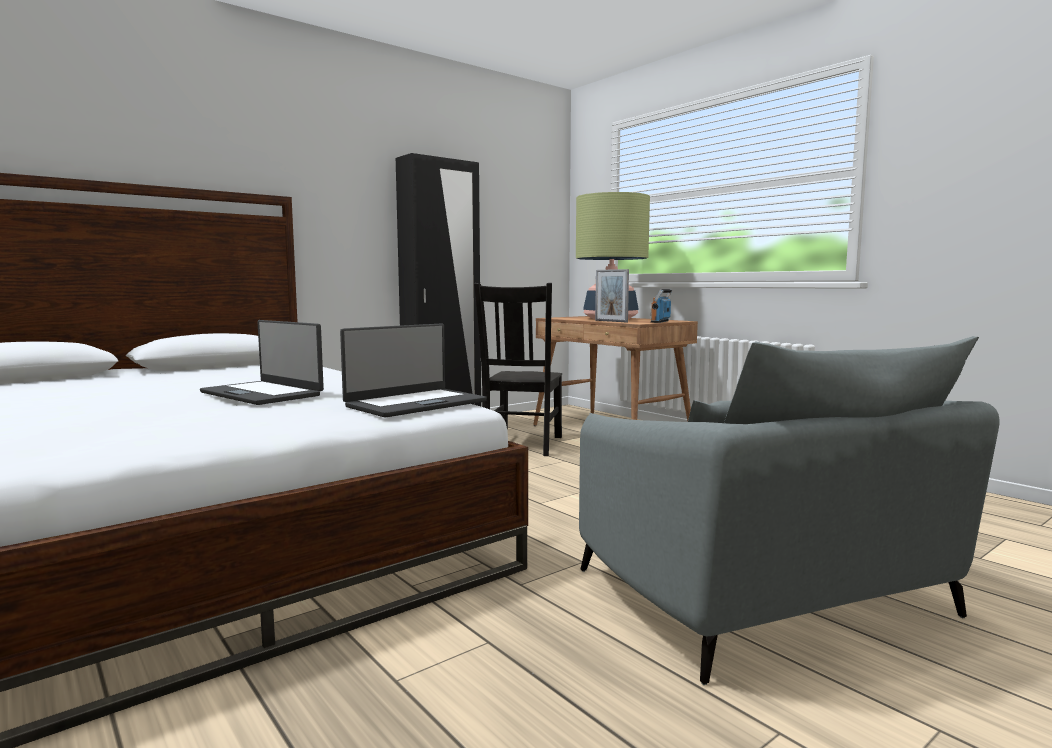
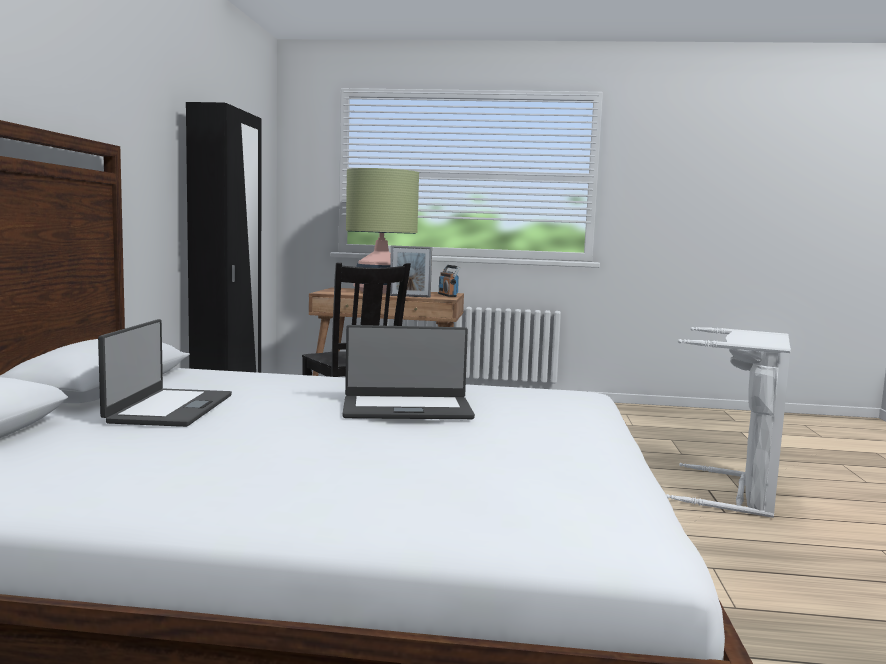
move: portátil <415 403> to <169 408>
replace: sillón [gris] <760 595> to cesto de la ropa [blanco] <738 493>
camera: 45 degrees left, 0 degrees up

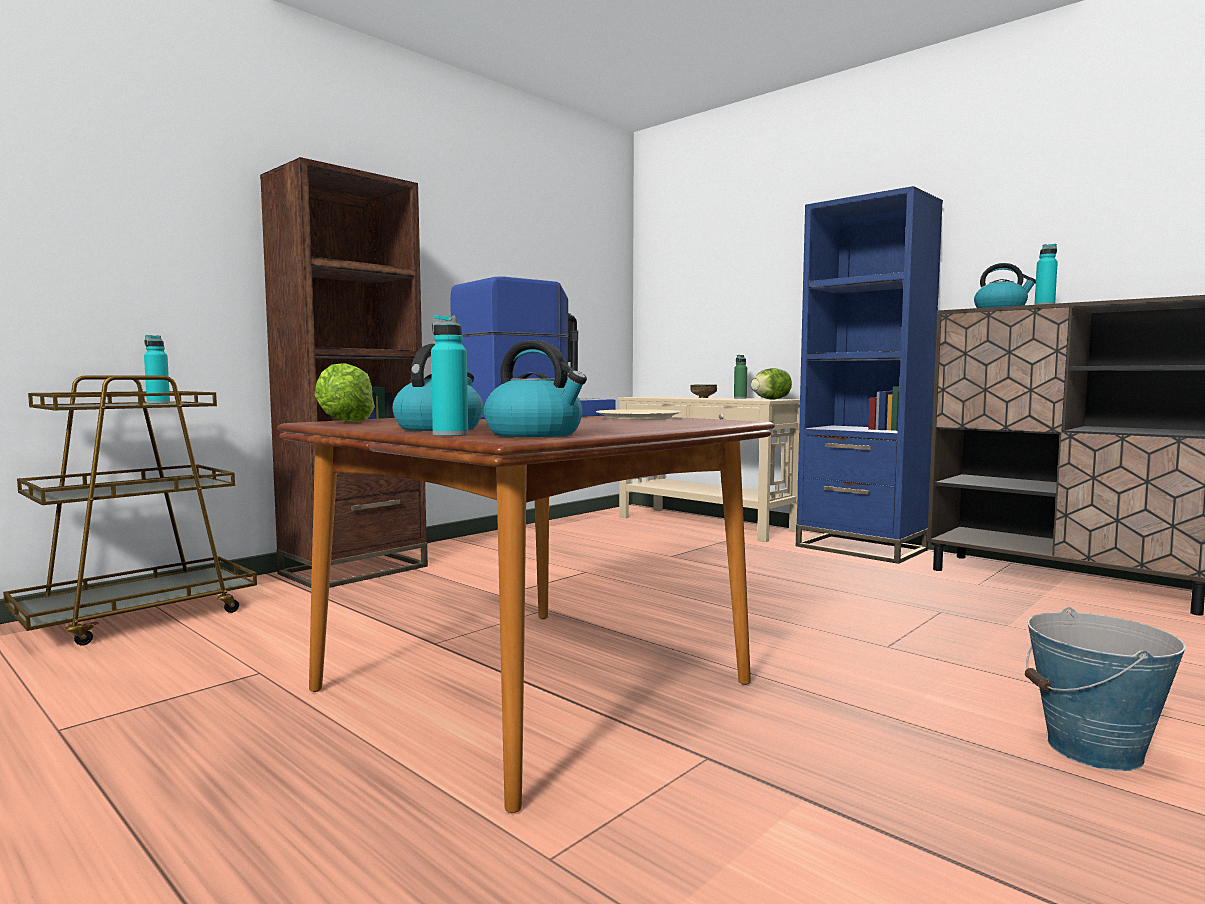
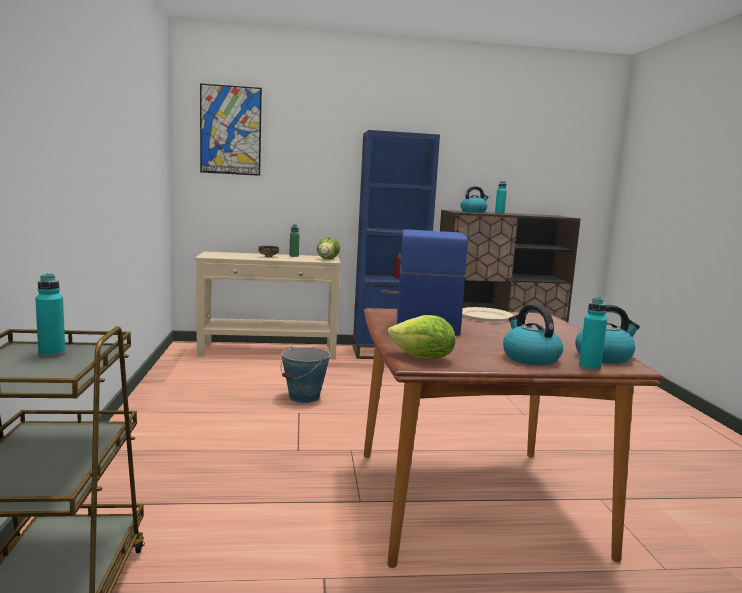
delete: estantería [marrón] <354 570>
insert: cuadro <230 130>
move: cubo <1094 750> to <304 397>
camera: 50 degrees left, 5 degrees up

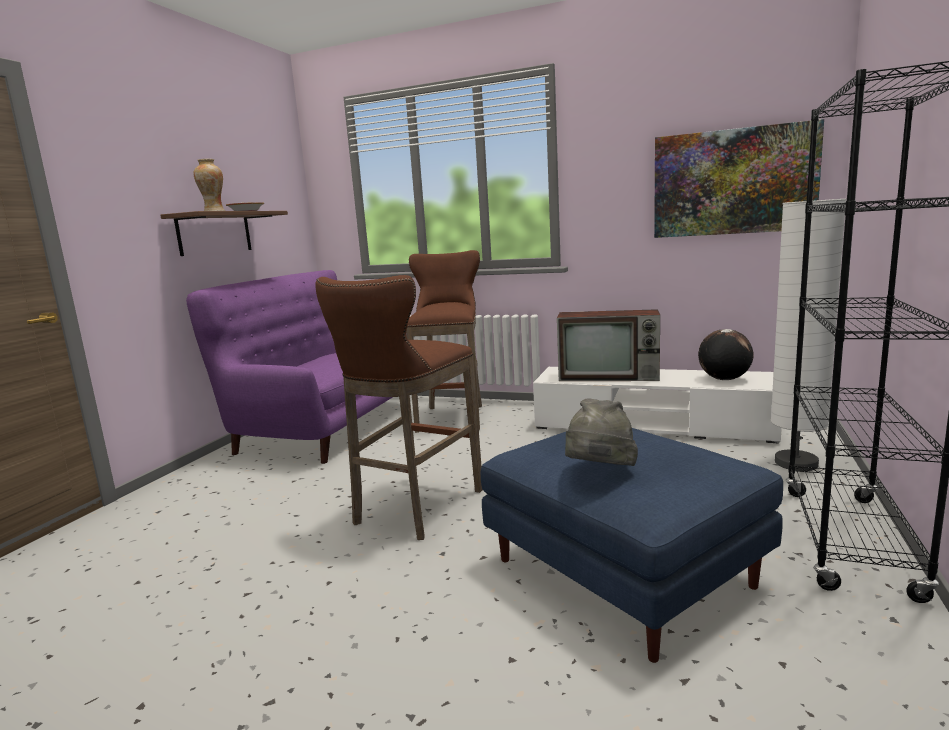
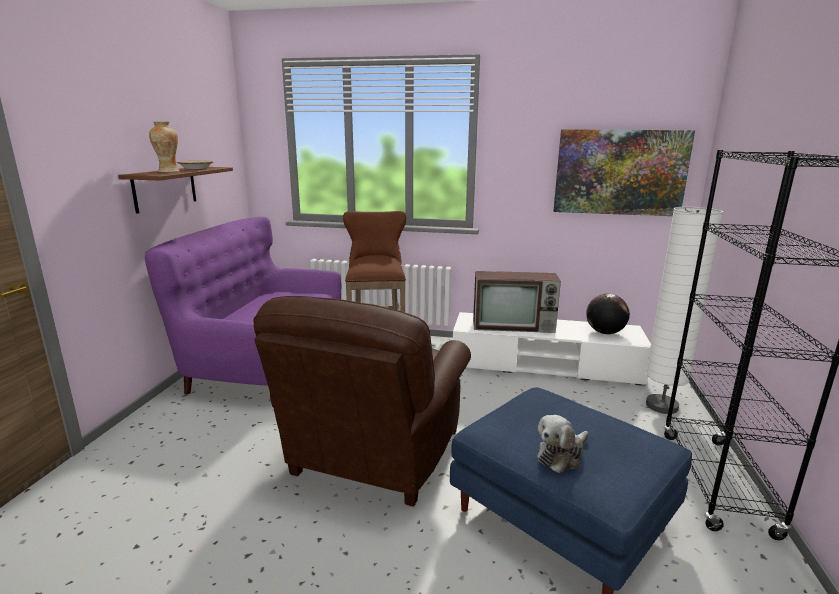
replace: taburete [marrón] <415 509> to sillón [marrón] <373 456>; sombrero [gris] <599 473> to peluche <561 455>
camera: 10 degrees left, 5 degrees up

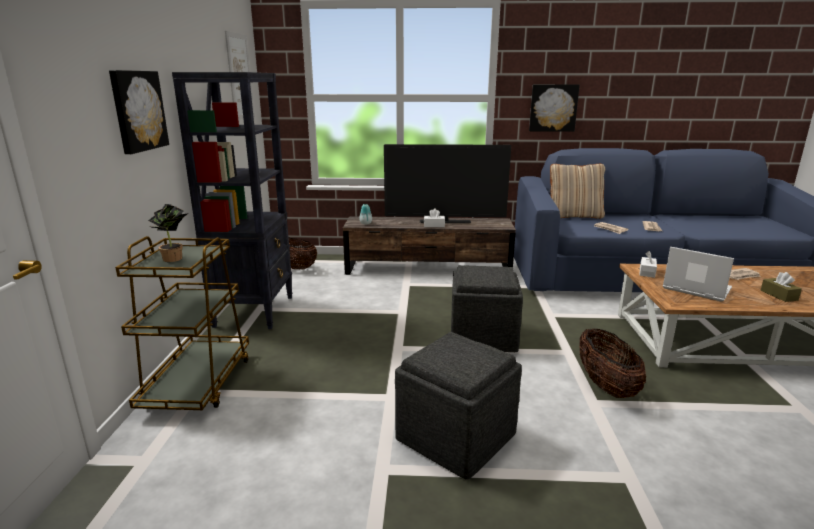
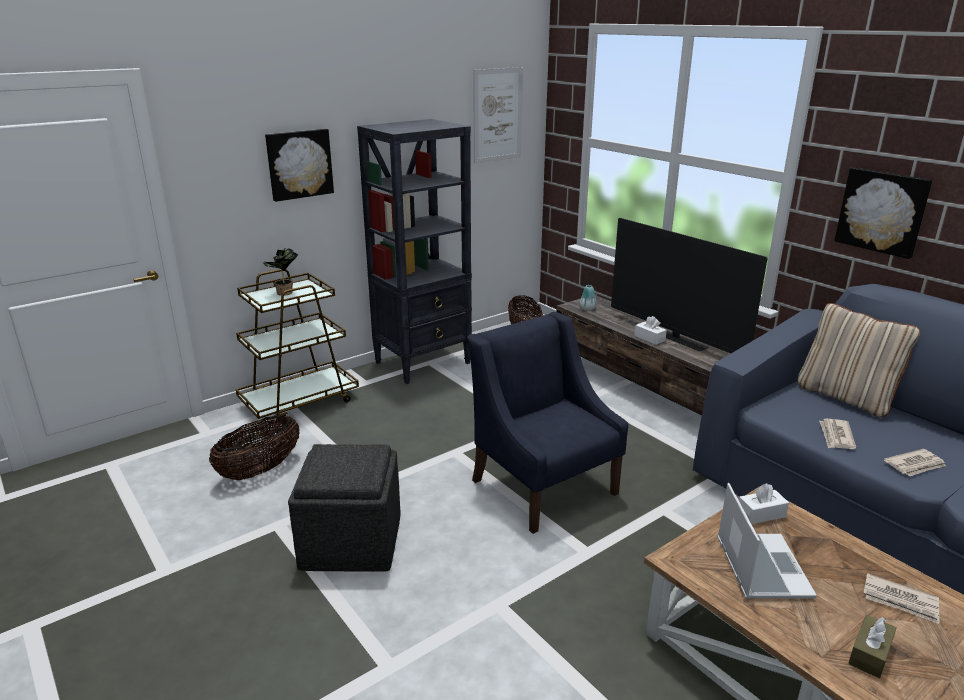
move: cesta <606 385> to <260 470>
replace: puf [gris] <482 336> to sillón [azul] <543 485>
camera: 50 degrees right, 5 degrees up

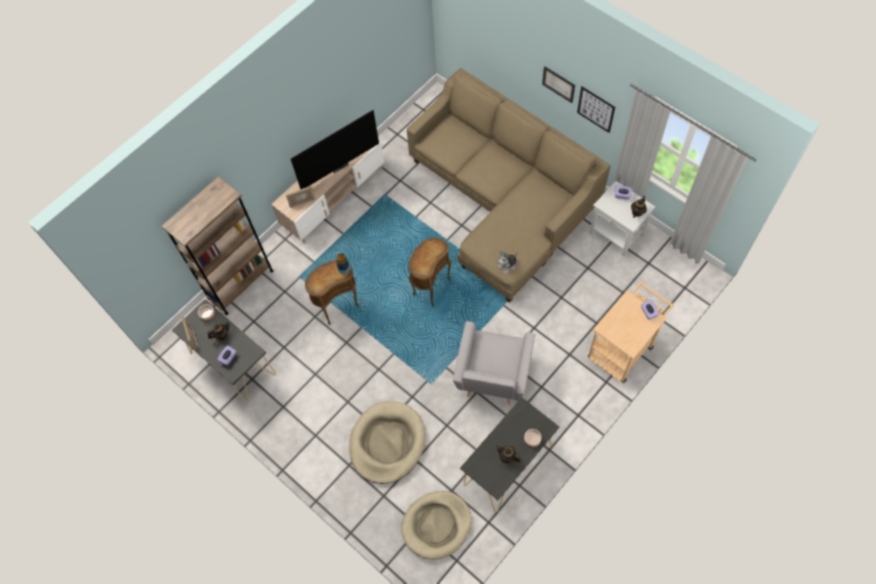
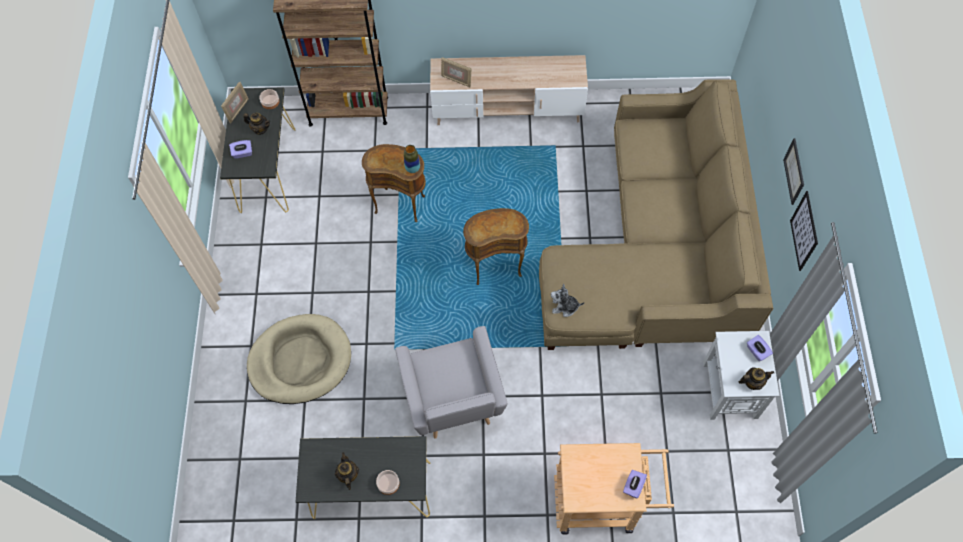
delete: televisor <338 165>; cama para perro [beis] <437 525>
rotate: sillón [gris] <493 376> = <453 399> 75 degrees counterclockwise
camera: 45 degrees right, 0 degrees up

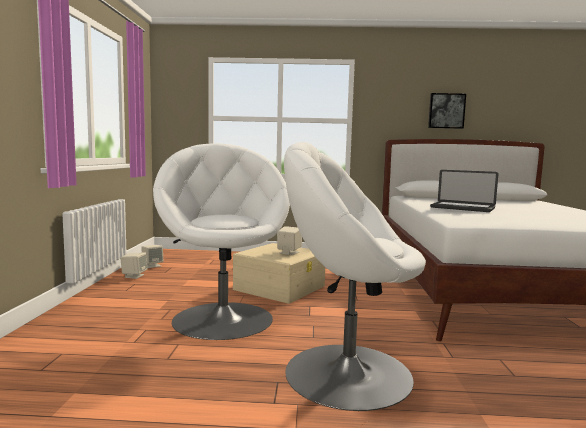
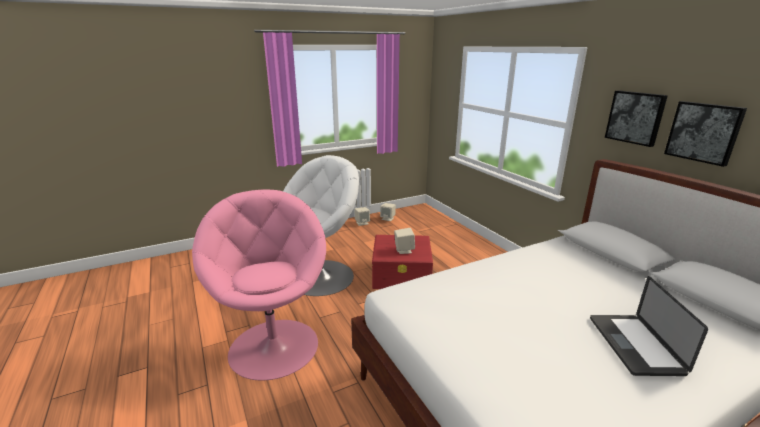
insert: cuadro <635 117>
move: portátil <462 208> to <634 345>
recolor: sillón [blanco] <346 372> to sillón [rosa] <274 346>; caja de almacenaje [beis] <280 287> to caja de almacenaje [rojo] <402 274>
camera: 60 degrees right, 15 degrees up

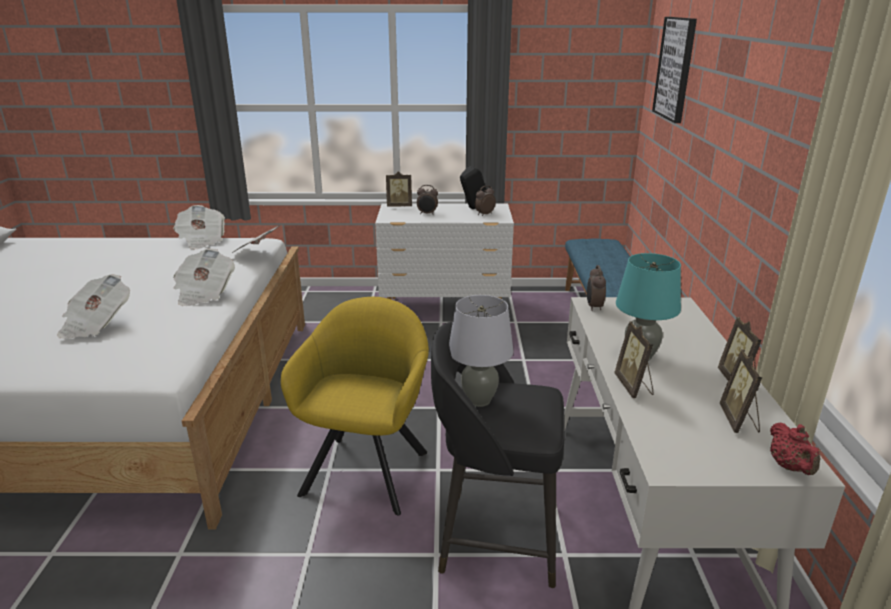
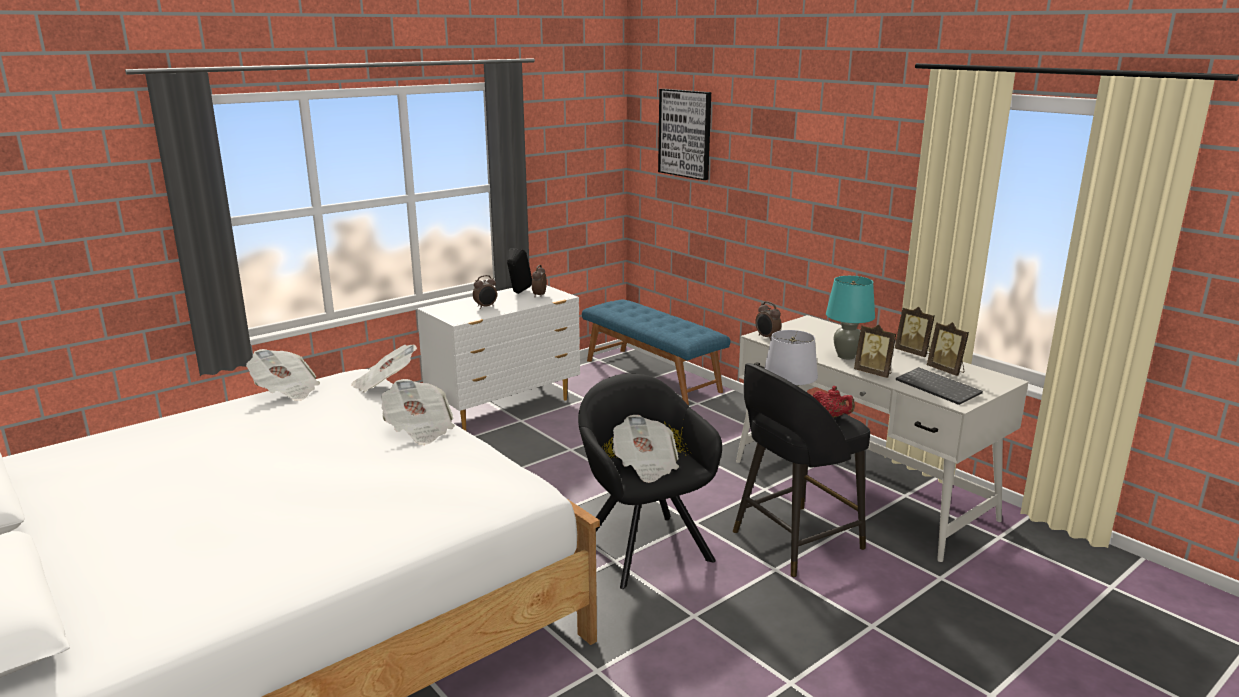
delete: portarretratos <399 206>
insert: teclado <939 388>
move: periódico <96 324> to <645 465>; tetera [rojo] <789 467> to <832 416>
recolor: sillón [amarillo] <368 467> to sillón [negro] <643 545>
camera: 40 degrees left, 5 degrees down

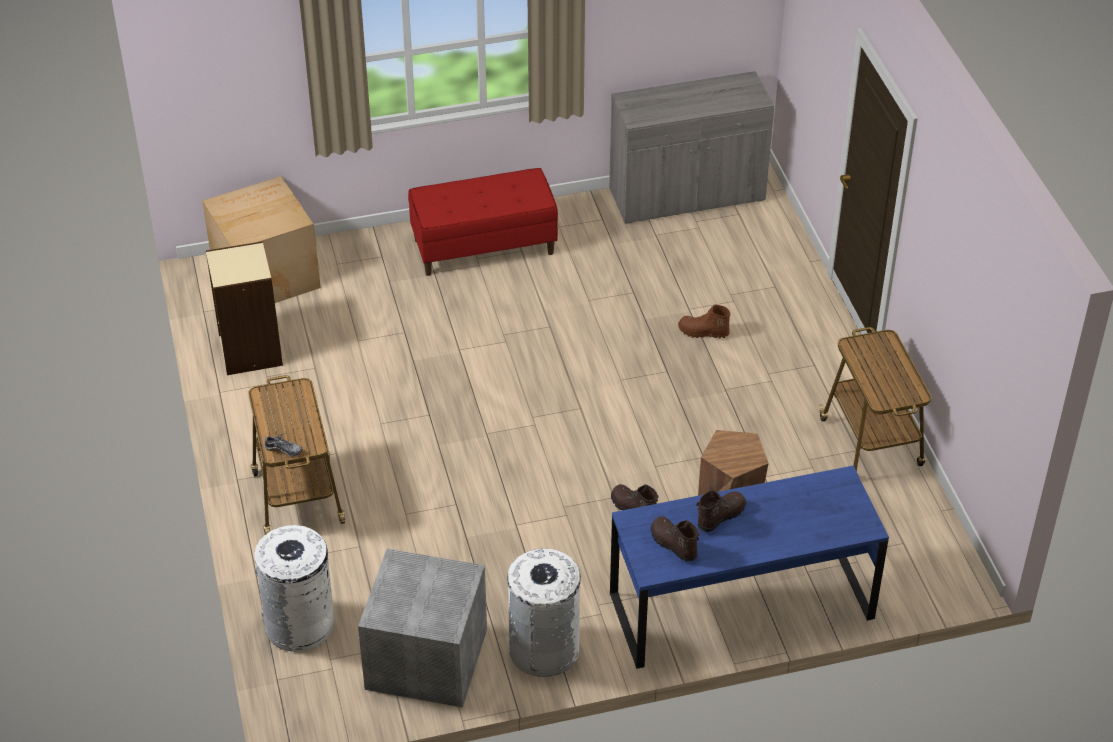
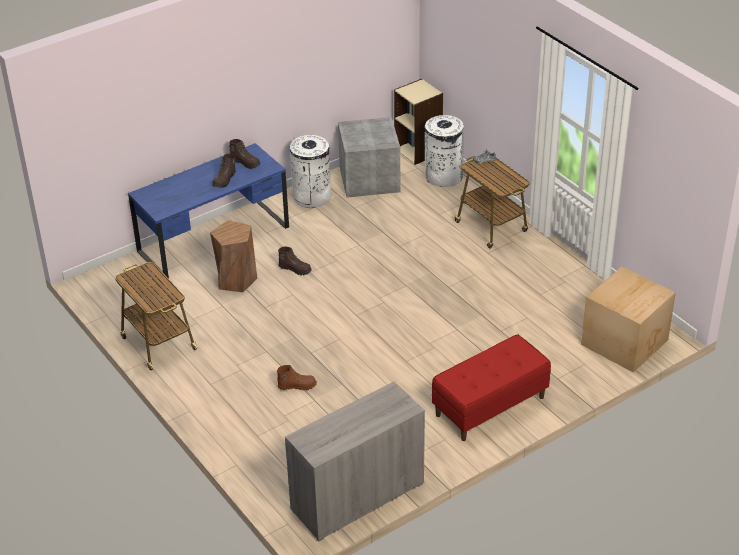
move: estantería [beis] <249 351> to <418 151>
camera: 160 degrees right, 5 degrees down

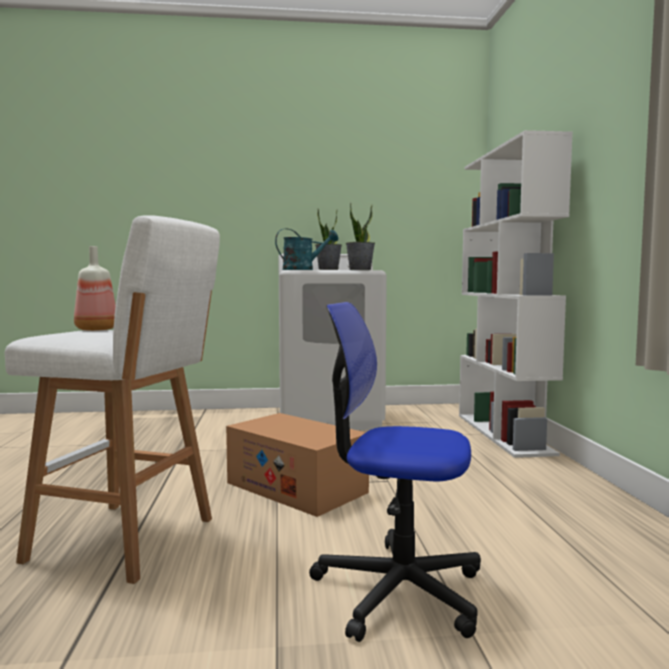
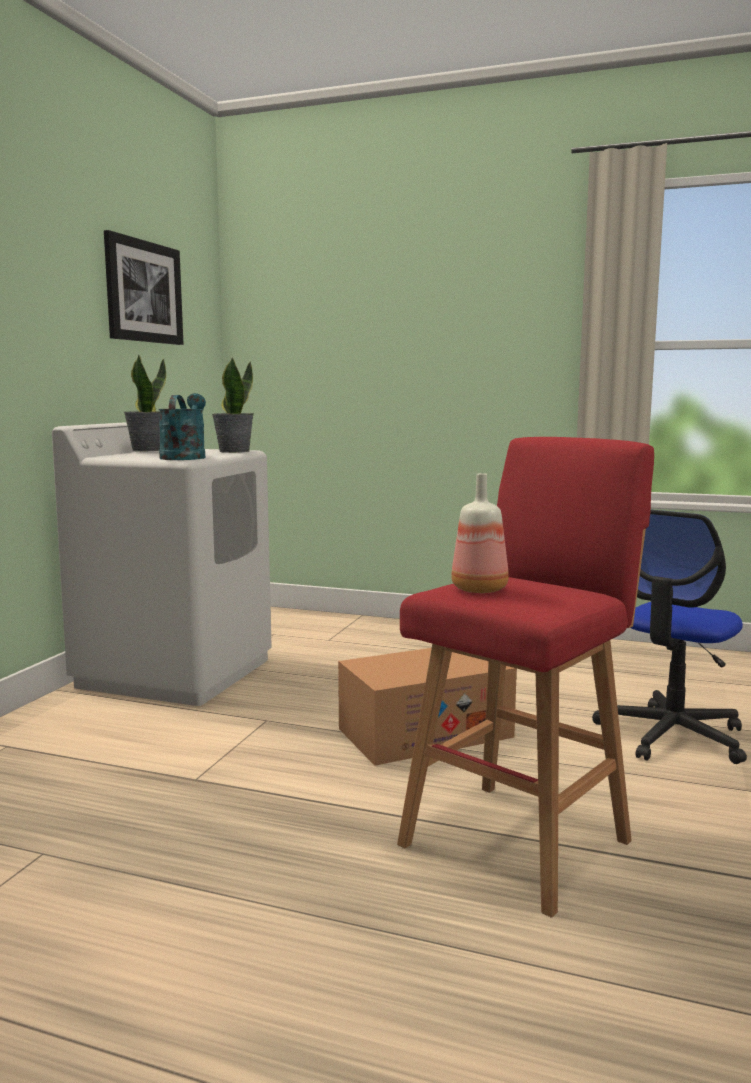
delete: estantería [blanco] <504 433>
insert: cuadro <143 292>
recolor: taburete [blanco] <128 540> to taburete [rojo] <519 839>
camera: 65 degrees left, 5 degrees up

